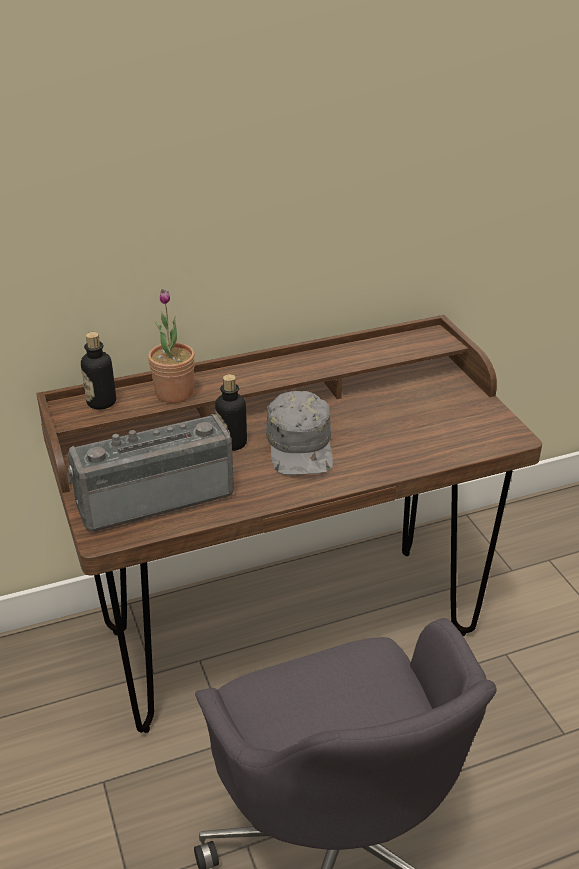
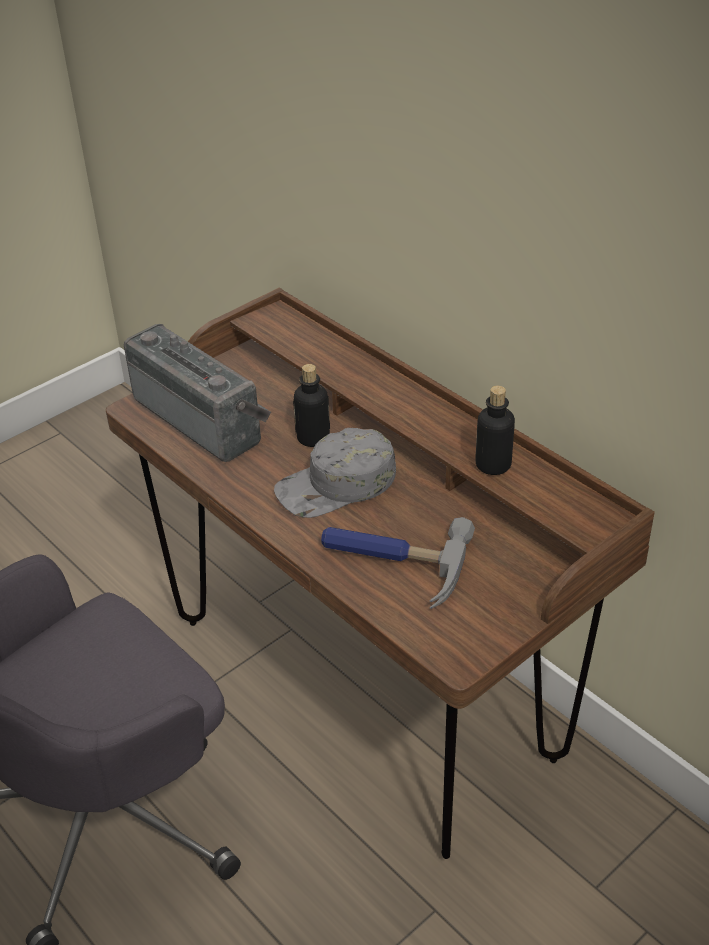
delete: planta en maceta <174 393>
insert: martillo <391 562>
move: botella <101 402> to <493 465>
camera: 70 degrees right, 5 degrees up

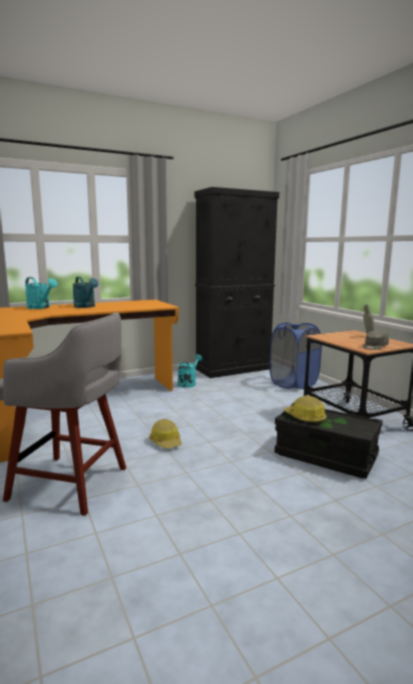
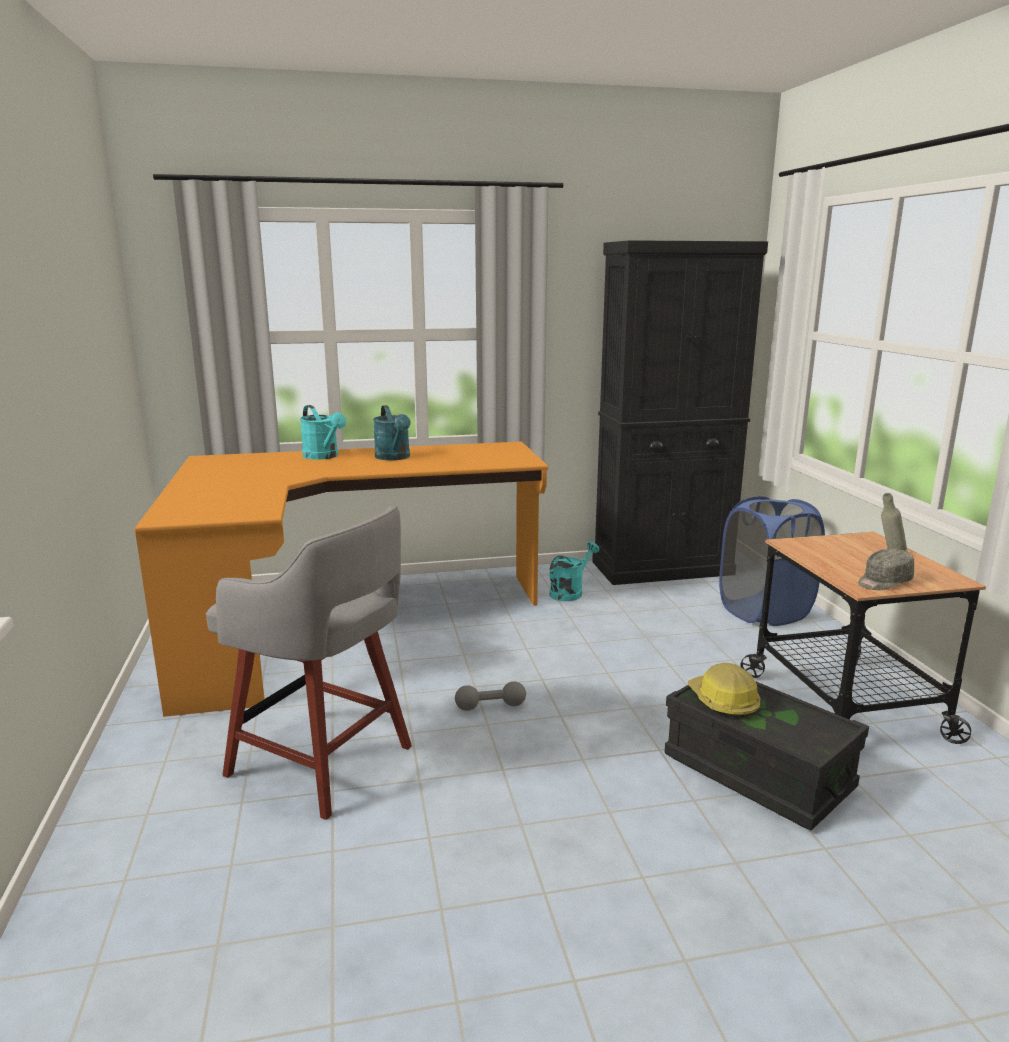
replace: casco <166 442> to mancuerna [gris] <490 706>
camera: 15 degrees right, 5 degrees up

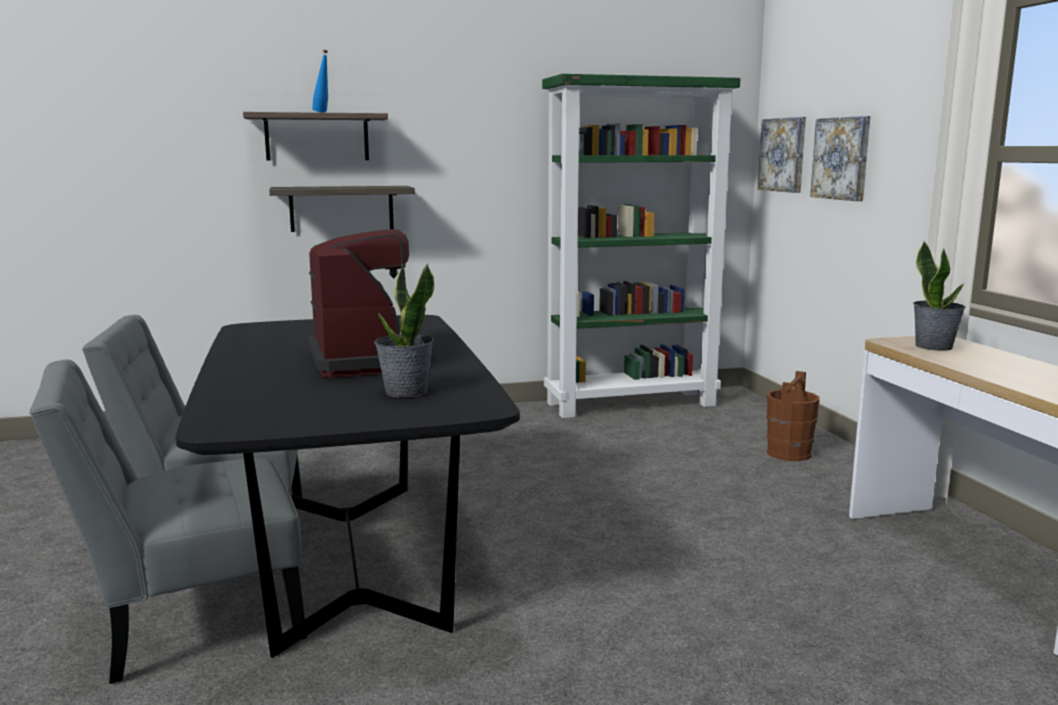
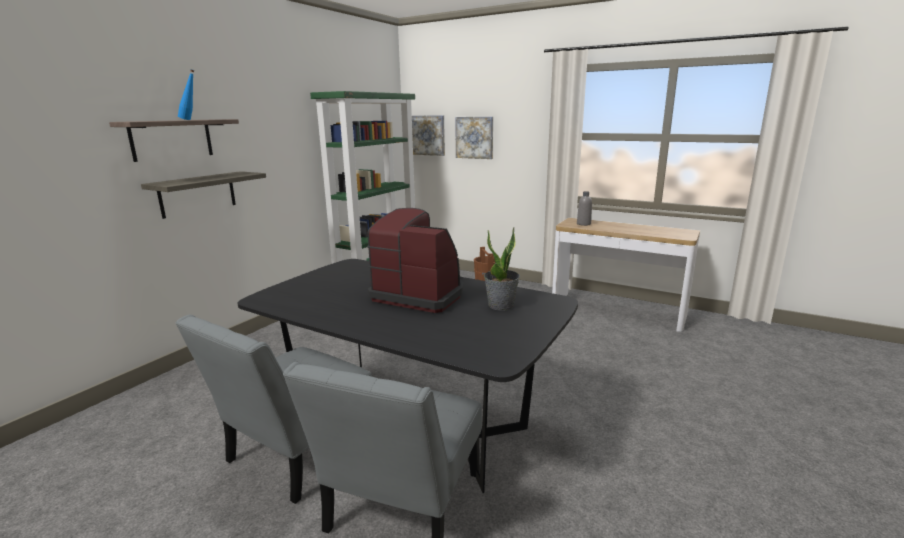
replace: planta en maceta <934 346> to botella [gris] <583 224>
camera: 45 degrees left, 5 degrees up

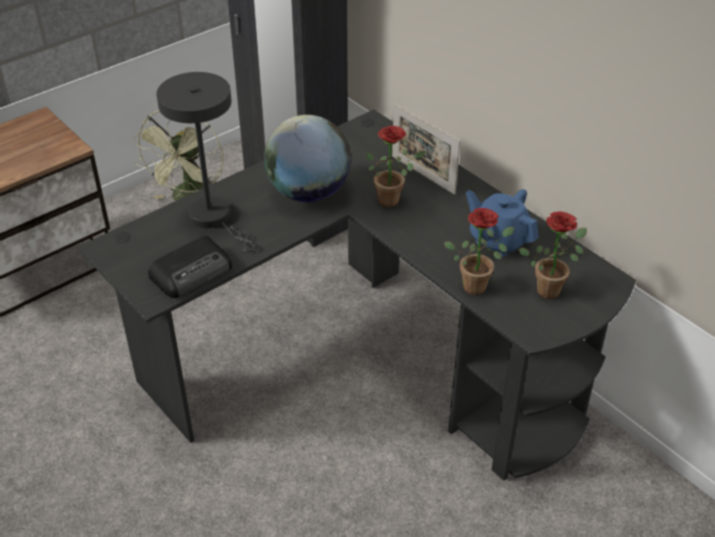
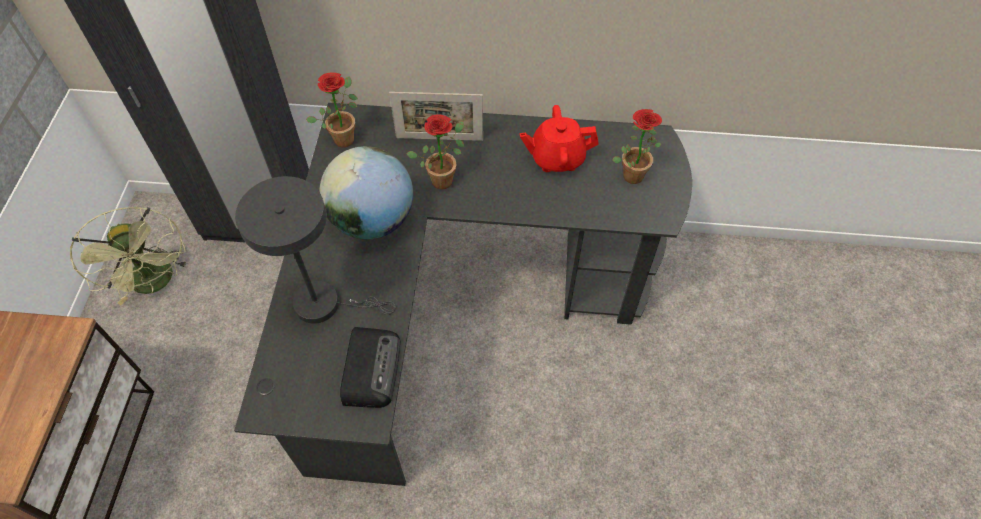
move: planta en maceta <477 284> to <344 136>
recolor: tetera [azul] <498 240> to tetera [rojo] <557 158>
camera: 45 degrees left, 15 degrees up

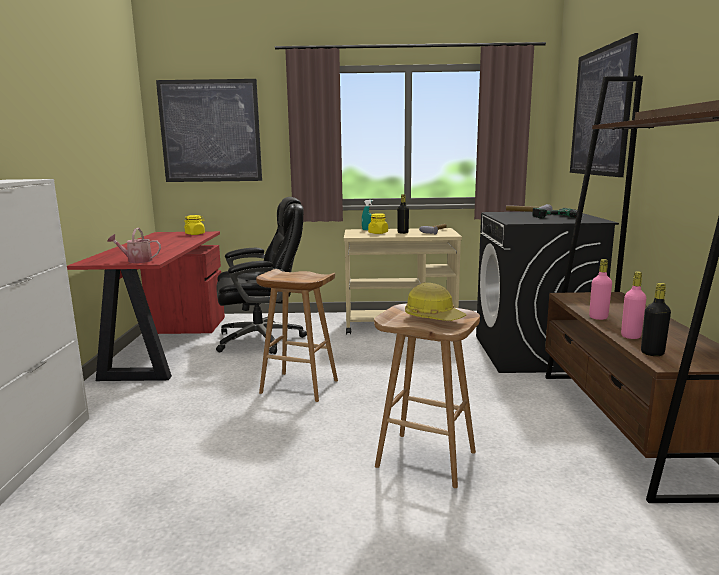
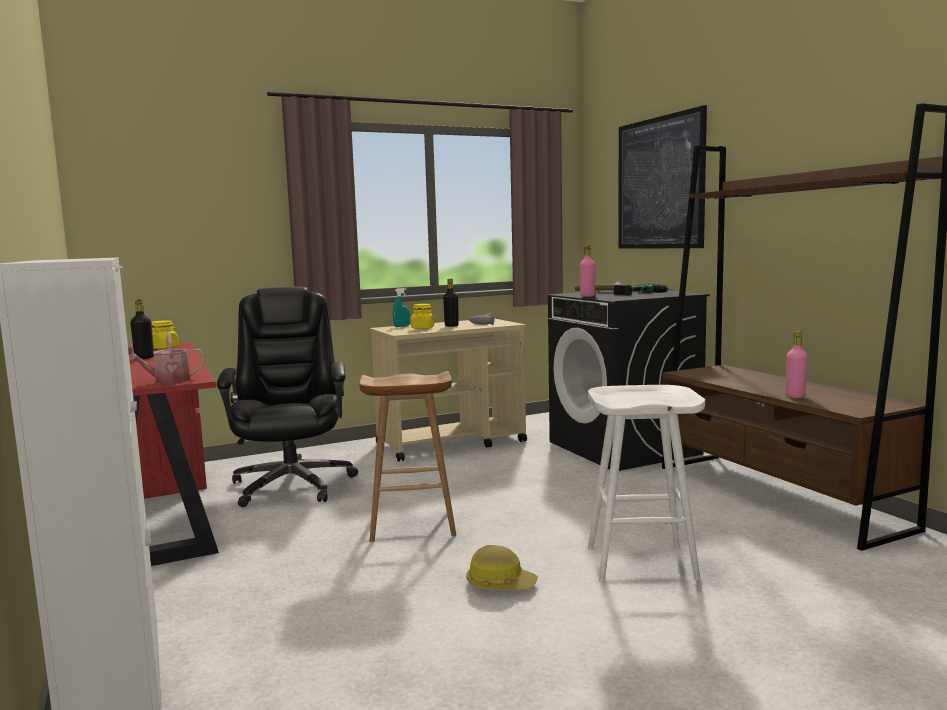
delete: cuadro <210 131>
move: botella [rosa] <598 317> to <587 296>; casco <433 317> to <500 584>; botella [negro] <652 353> to <144 358>
recolor: taburete [marrón] <427 459> to taburete [blanco] <642 562>
rotate: silla de oficina [negro] <262 339> = <292 484> 60 degrees counterclockwise
camera: 25 degrees left, 5 degrees down

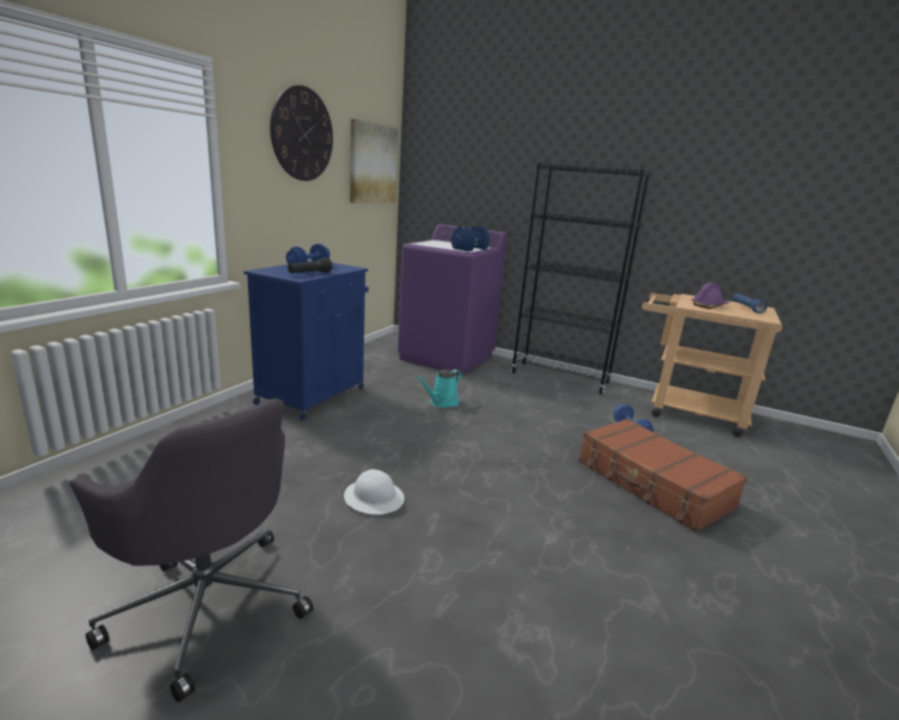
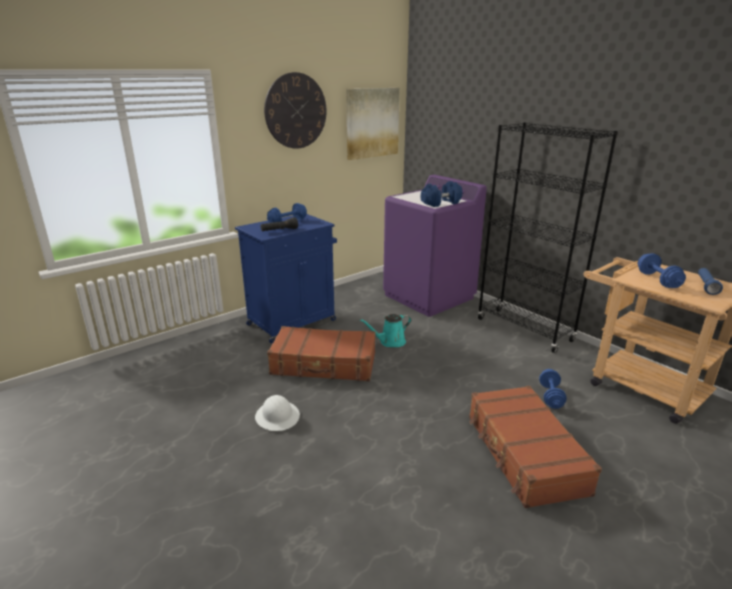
delete: silla de oficina [gris] <208 603>
insert: maleta [marrón] <324 364>
replace: casco [morado] <709 305> to mancuerna [azul] <657 280>
camera: 25 degrees right, 5 degrees up

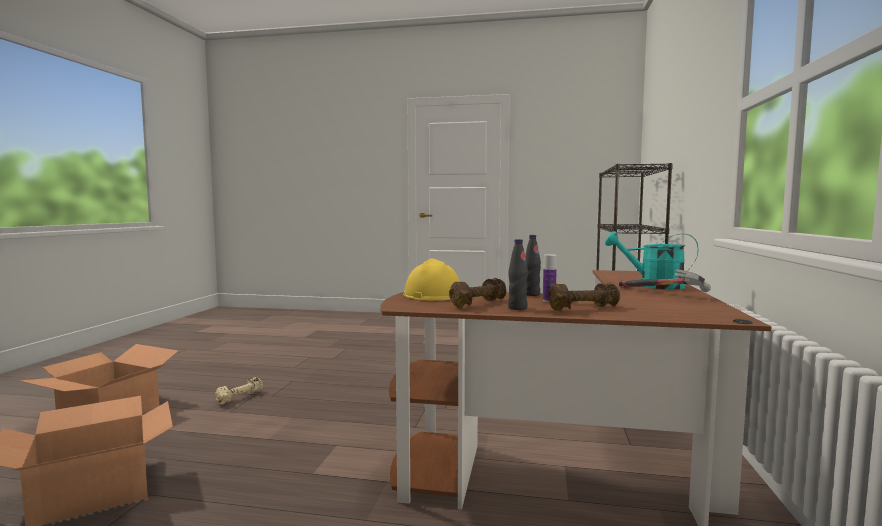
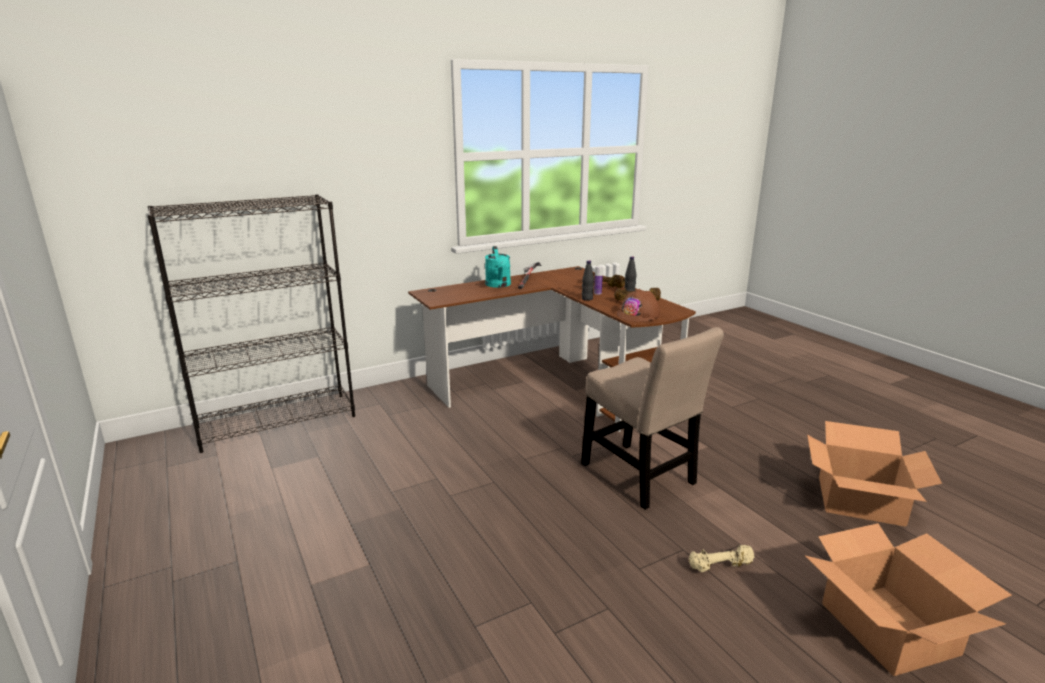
insert: silla [beis] <641 477>
recolor: casco [amarillo] <432 295> to casco [marrón] <638 314>
camera: 130 degrees left, 15 degrees up

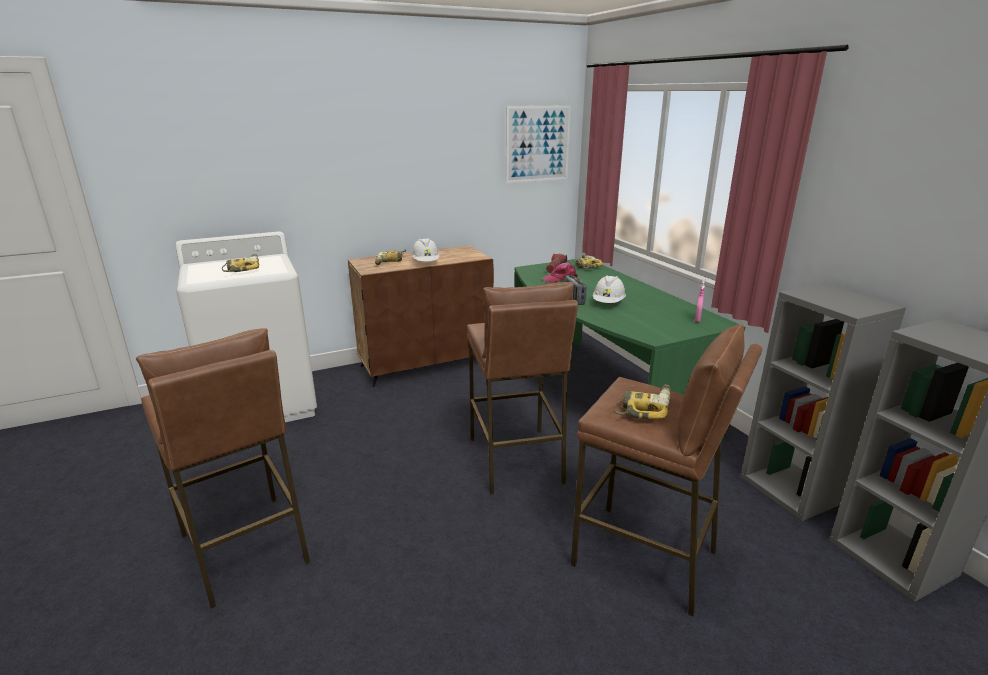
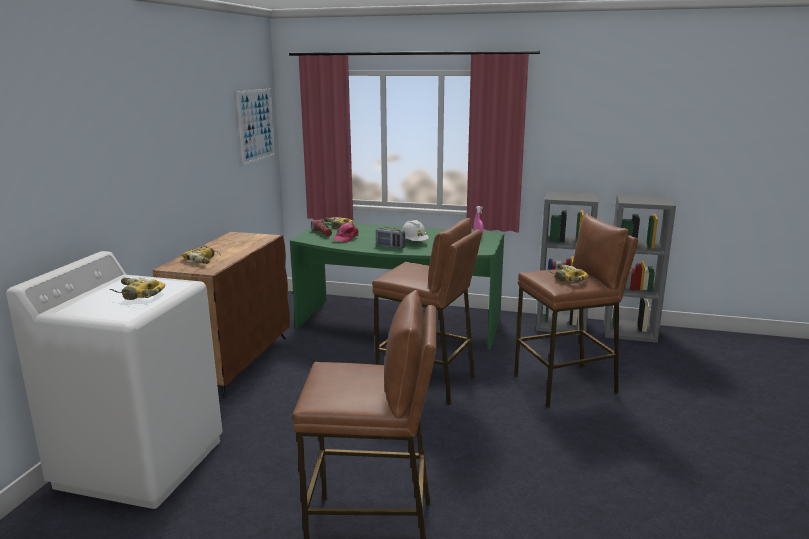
delete: casco [blanco] <426 263>
camera: 50 degrees left, 5 degrees down

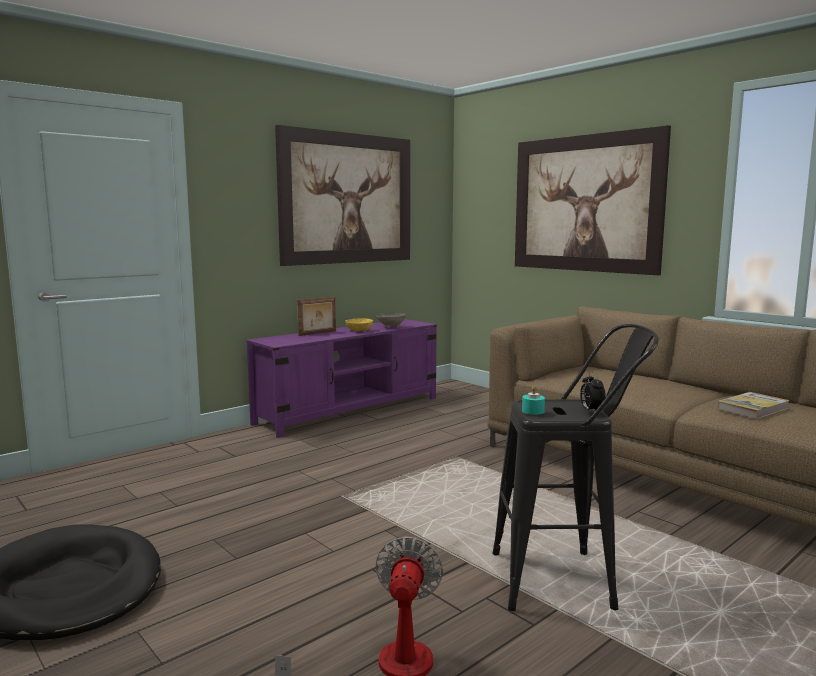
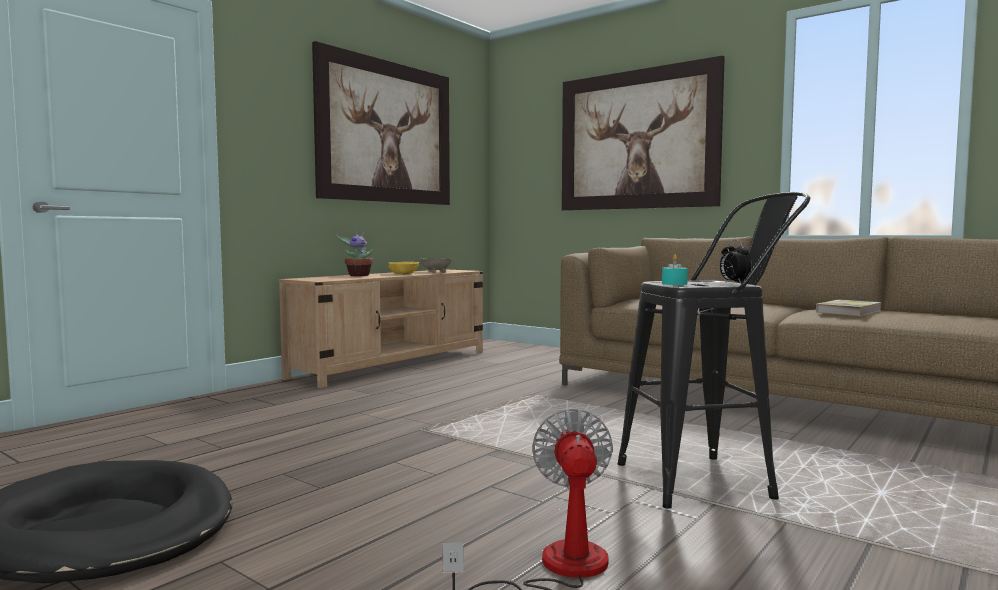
replace: portarretratos <318 333> to planta en maceta <358 275>
recolor: mueble de televisión [morado] <350 410> to mueble de televisión [beis] <393 364>
camera: 10 degrees left, 5 degrees down

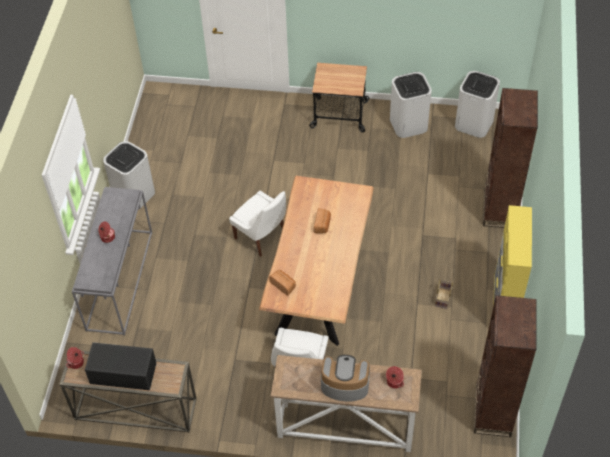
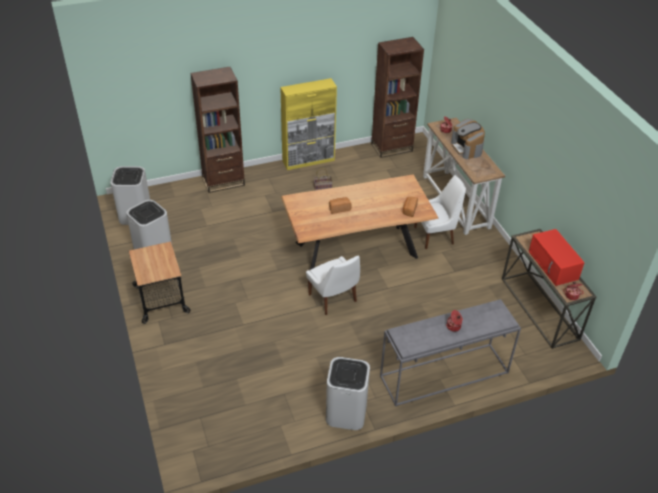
recolor: microondas [negro] <122 373> to microondas [rojo] <553 265>
rotate: silla [blanco] <262 236> = <333 299> 135 degrees clockwise
camera: 120 degrees left, 10 degrees down

